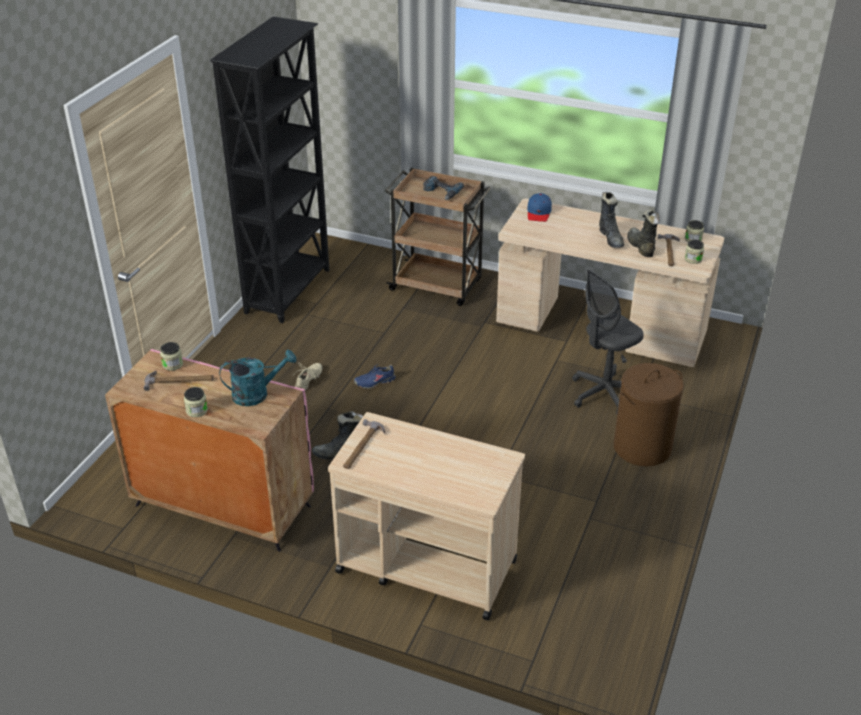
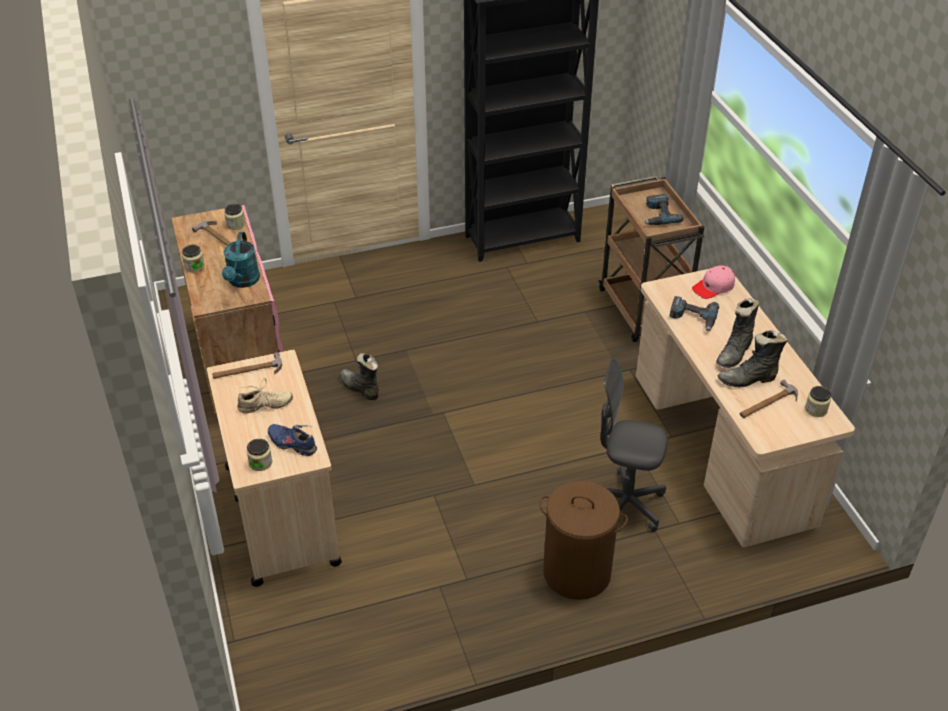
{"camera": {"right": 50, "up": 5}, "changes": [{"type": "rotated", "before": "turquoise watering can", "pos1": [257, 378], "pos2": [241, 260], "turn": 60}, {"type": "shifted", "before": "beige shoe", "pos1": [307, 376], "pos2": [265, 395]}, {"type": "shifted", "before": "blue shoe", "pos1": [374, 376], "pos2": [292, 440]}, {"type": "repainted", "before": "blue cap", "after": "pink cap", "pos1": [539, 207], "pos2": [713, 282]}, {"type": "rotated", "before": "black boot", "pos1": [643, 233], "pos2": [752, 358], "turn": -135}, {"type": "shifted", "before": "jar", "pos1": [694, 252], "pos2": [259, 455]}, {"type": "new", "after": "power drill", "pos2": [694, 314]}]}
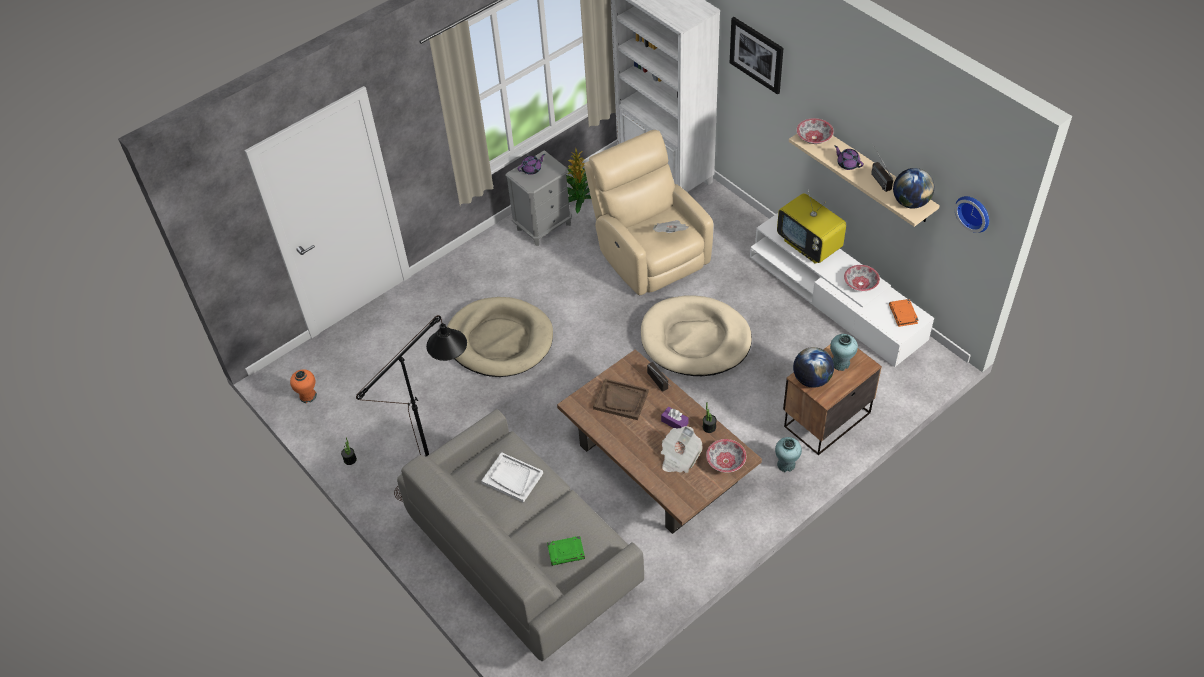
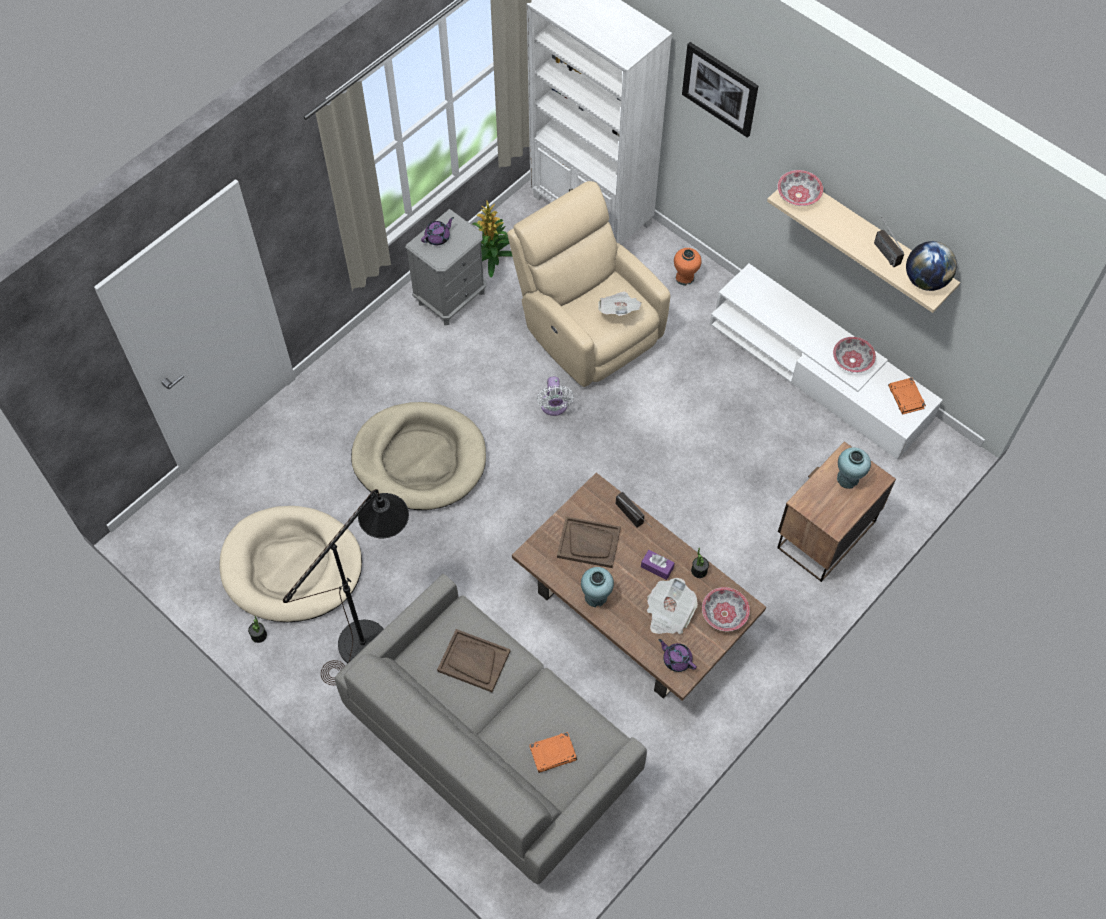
{"camera": {"right": -10, "up": 10}, "changes": [{"type": "shifted", "before": "orange vase", "pos1": [303, 386], "pos2": [687, 267]}, {"type": "repainted", "before": "white tray", "after": "brown tray", "pos1": [512, 477], "pos2": [473, 660]}, {"type": "repainted", "before": "green book", "after": "orange book", "pos1": [566, 551], "pos2": [553, 752]}, {"type": "shifted", "before": "beige dog bed", "pos1": [696, 335], "pos2": [291, 564]}, {"type": "shifted", "before": "turquoise vase", "pos1": [788, 454], "pos2": [597, 587]}, {"type": "gone", "before": "television", "pos1": [811, 226]}, {"type": "gone", "before": "globe", "pos1": [813, 367]}, {"type": "shifted", "before": "purple teapot", "pos1": [848, 157], "pos2": [678, 655]}, {"type": "gone", "before": "wall clock", "pos1": [972, 214]}, {"type": "new", "after": "white fan", "pos2": [555, 396]}]}
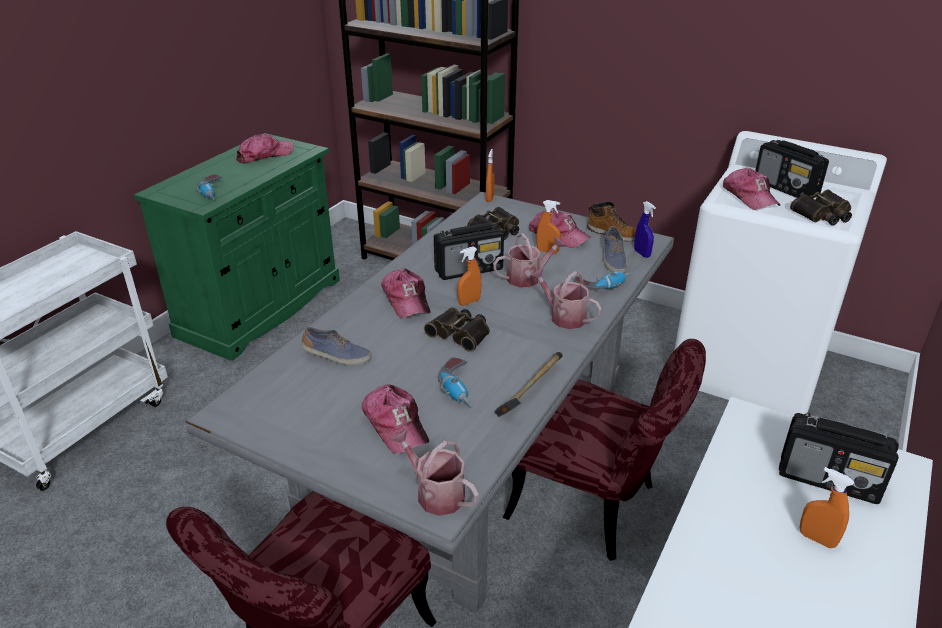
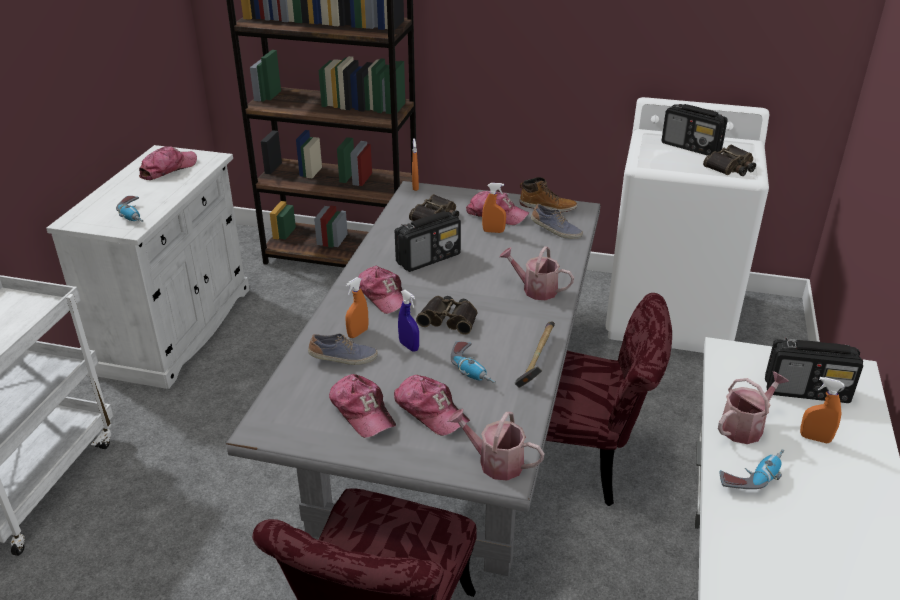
{"camera": {"right": -15, "up": 0}, "changes": [{"type": "repainted", "before": "green cabinet", "after": "white cabinet", "pos1": [237, 247], "pos2": [147, 267]}, {"type": "shifted", "before": "orange spray bottle", "pos1": [469, 276], "pos2": [356, 307]}, {"type": "shifted", "before": "watering can", "pos1": [529, 261], "pos2": [753, 407]}, {"type": "shifted", "before": "power drill", "pos1": [602, 280], "pos2": [752, 469]}, {"type": "rotated", "before": "shoe", "pos1": [615, 249], "pos2": [557, 221], "turn": -45}, {"type": "shifted", "before": "blue spray bottle", "pos1": [645, 229], "pos2": [408, 321]}, {"type": "shifted", "before": "cap", "pos1": [751, 189], "pos2": [362, 406]}]}
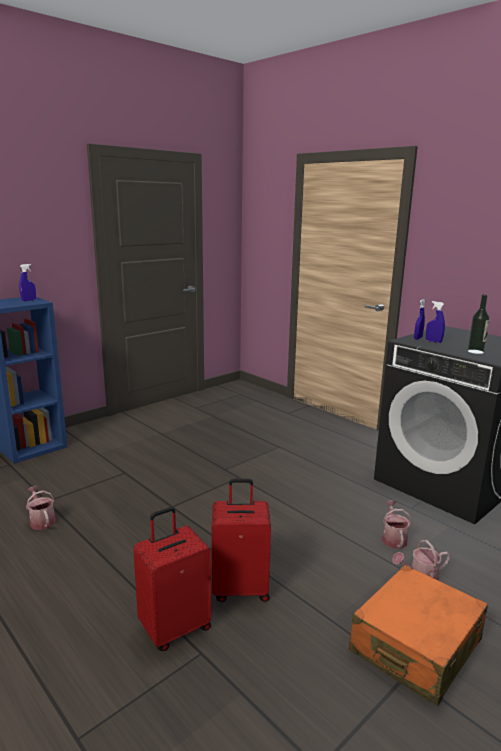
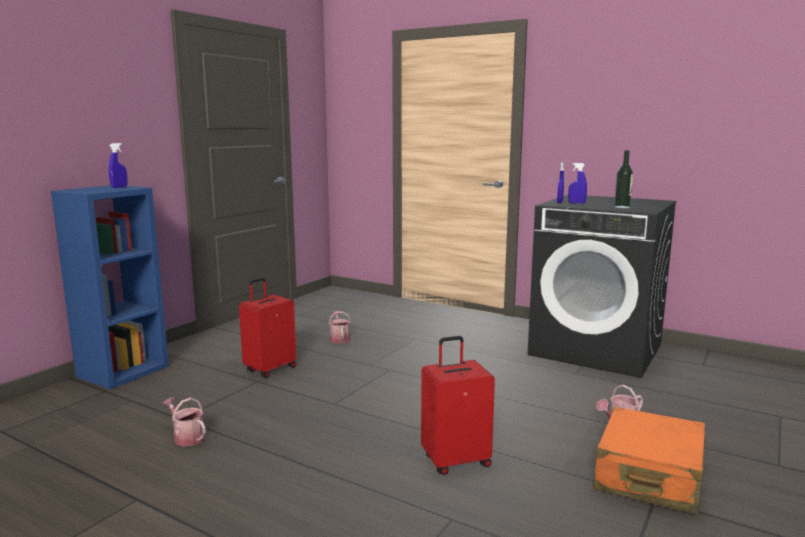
{"camera": {"right": -15, "up": -5}, "changes": [{"type": "shifted", "before": "red suitcase", "pos1": [172, 579], "pos2": [267, 327]}, {"type": "shifted", "before": "watering can", "pos1": [396, 525], "pos2": [340, 327]}]}
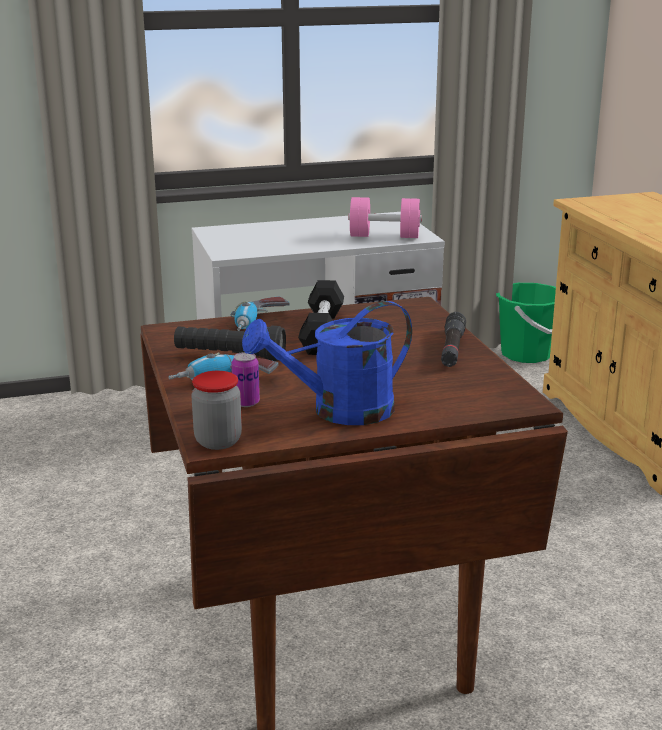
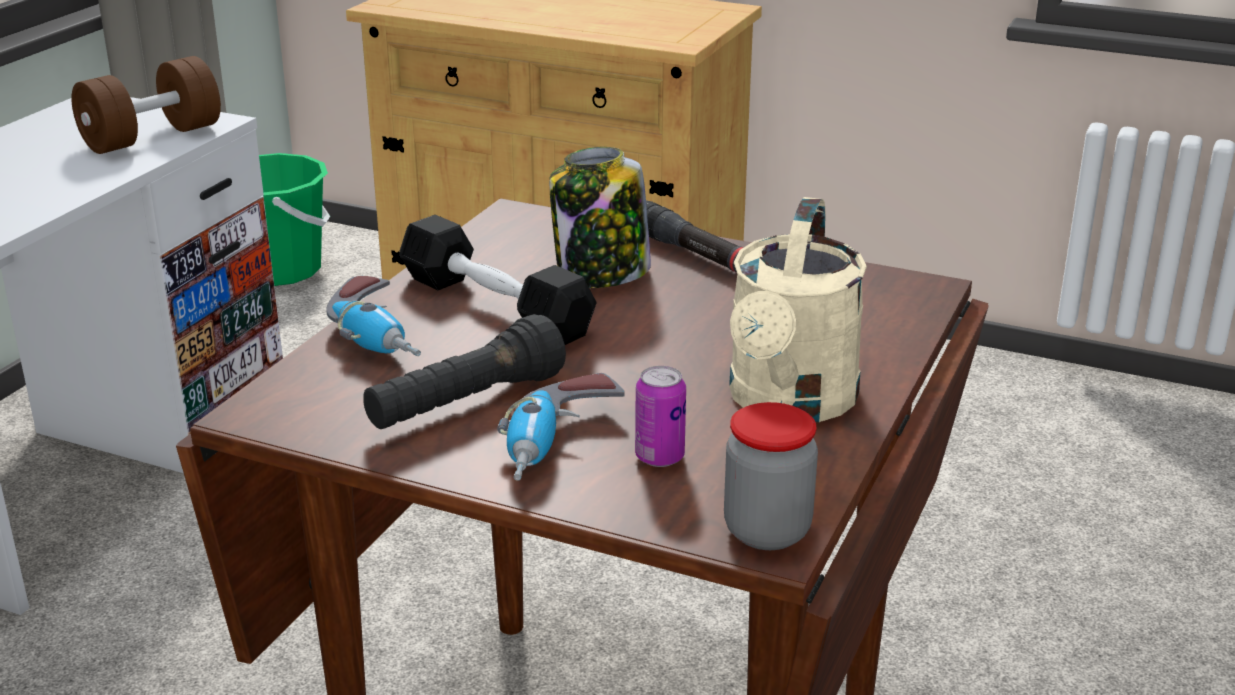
{"camera": {"right": -50, "up": 5}, "changes": [{"type": "repainted", "before": "blue watering can", "after": "beige watering can", "pos1": [327, 363], "pos2": [798, 309]}, {"type": "repainted", "before": "pink dumbbell", "after": "brown dumbbell", "pos1": [385, 217], "pos2": [146, 105]}, {"type": "new", "after": "jar", "pos2": [600, 217]}]}
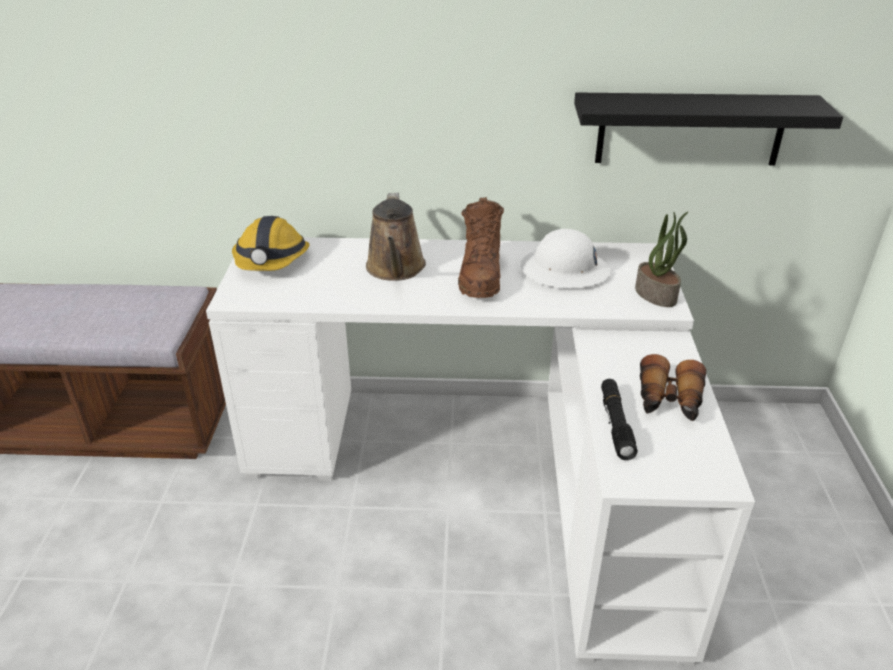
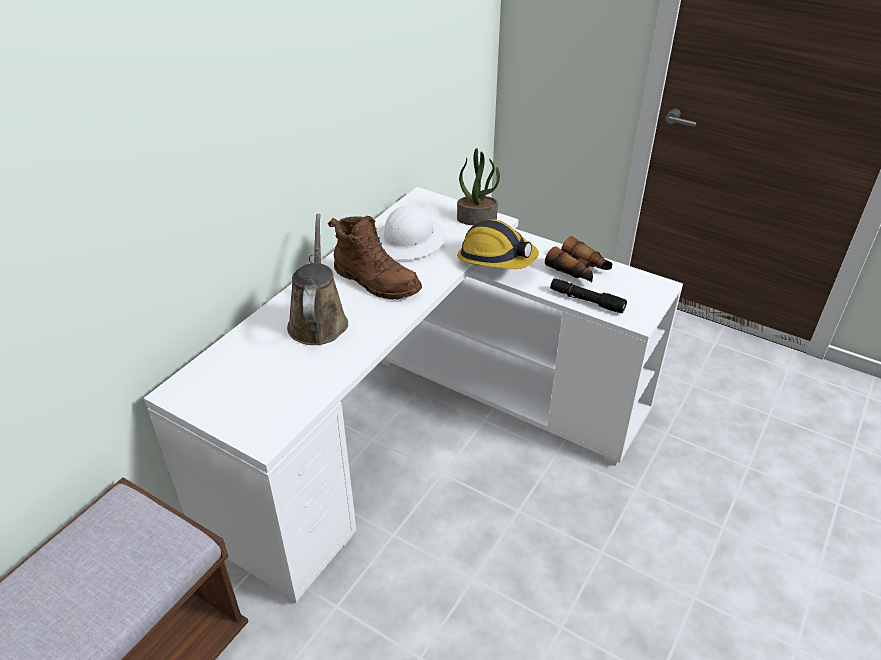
{"camera": {"right": -60, "up": 5}, "changes": [{"type": "shifted", "before": "hard hat", "pos1": [271, 243], "pos2": [498, 244]}, {"type": "rotated", "before": "brown watering can", "pos1": [396, 237], "pos2": [317, 279], "turn": -120}, {"type": "gone", "before": "black shelf", "pos1": [708, 129]}]}
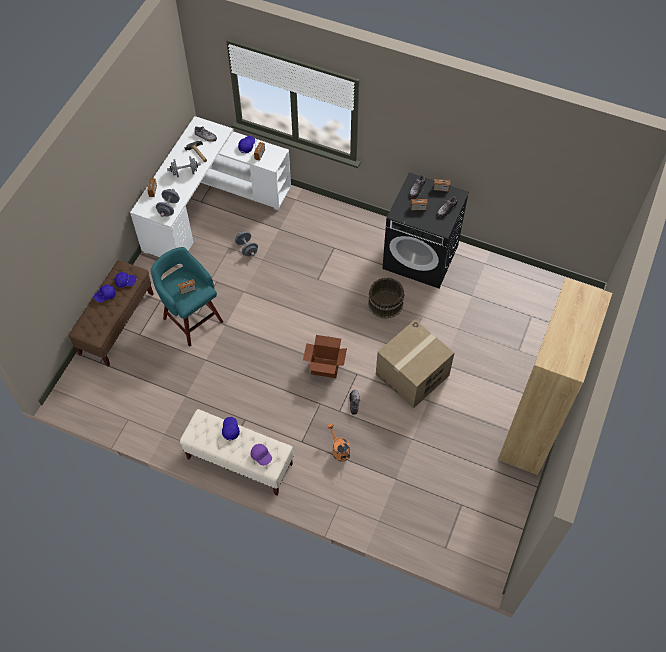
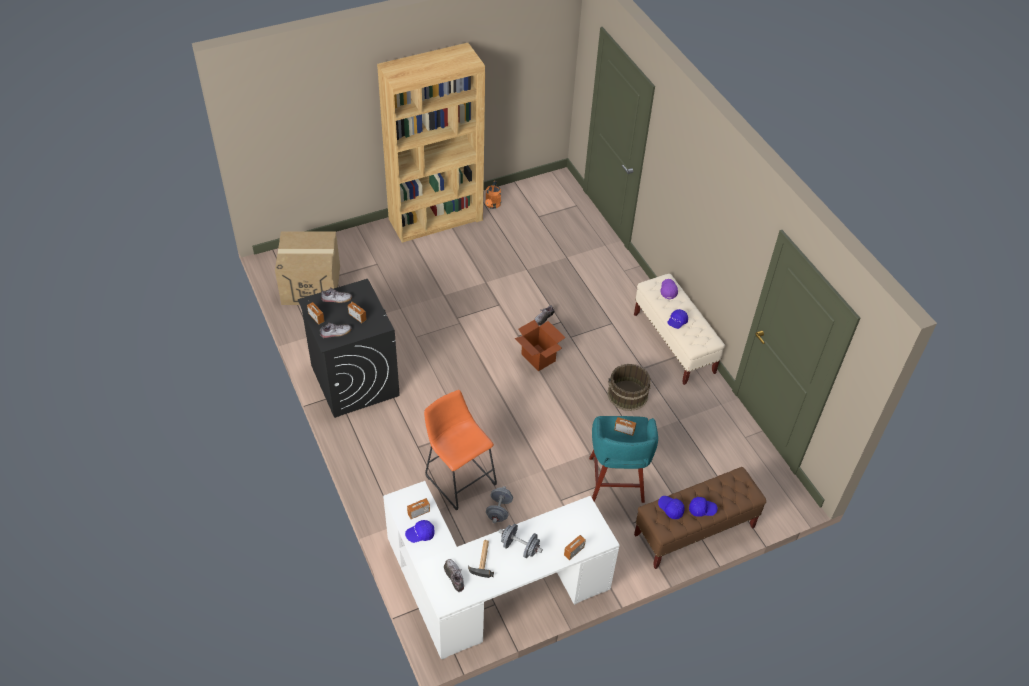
{"camera": {"right": -140, "up": -10}, "changes": [{"type": "gone", "before": "grey dumbbell", "pos1": [168, 203]}, {"type": "shifted", "before": "orange watering can", "pos1": [338, 443], "pos2": [493, 195]}, {"type": "shifted", "before": "brown bucket", "pos1": [386, 298], "pos2": [629, 387]}, {"type": "shifted", "before": "cardboard box", "pos1": [415, 364], "pos2": [307, 268]}, {"type": "new", "after": "orange stool", "pos2": [460, 450]}]}
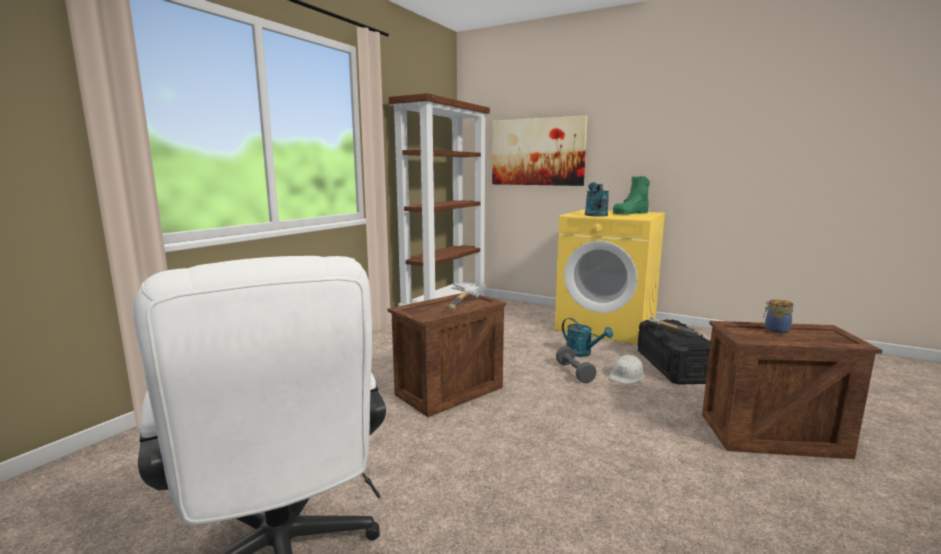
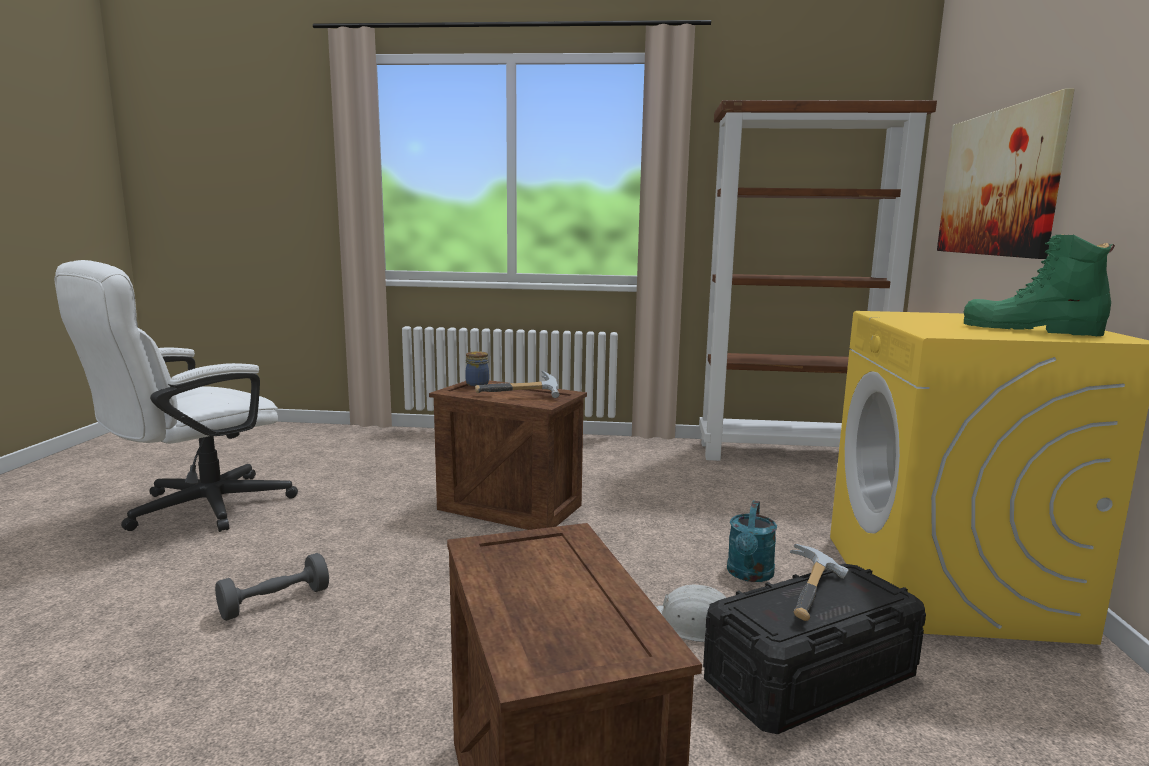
{"camera": {"right": 65, "up": 0}, "changes": [{"type": "shifted", "before": "grey dumbbell", "pos1": [576, 364], "pos2": [272, 587]}, {"type": "gone", "before": "turquoise watering can", "pos1": [597, 199]}, {"type": "shifted", "before": "jar", "pos1": [778, 317], "pos2": [477, 368]}]}
